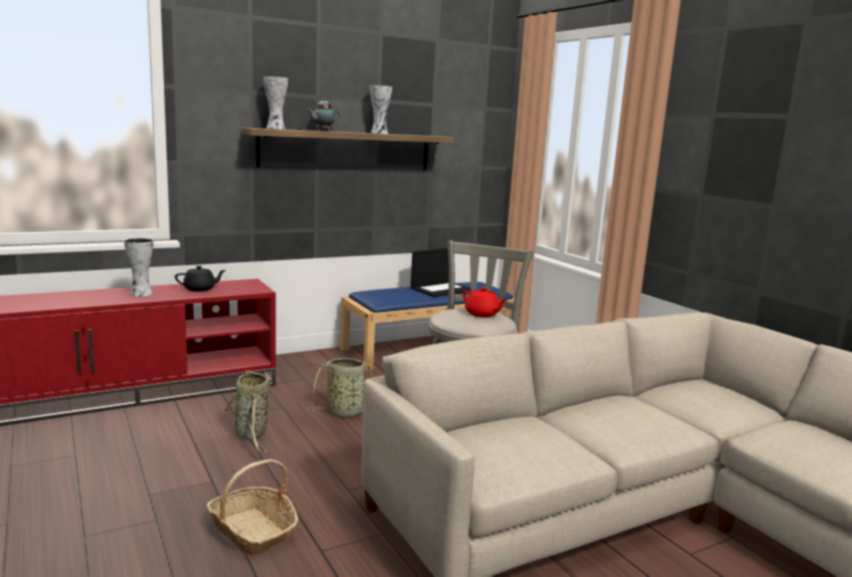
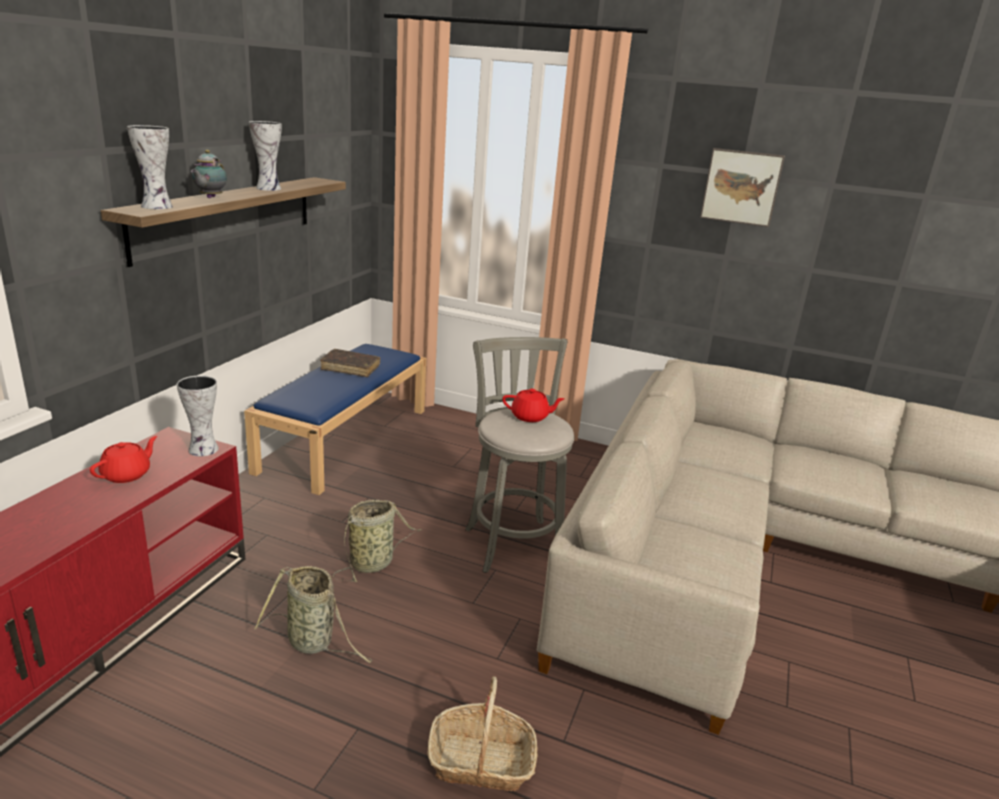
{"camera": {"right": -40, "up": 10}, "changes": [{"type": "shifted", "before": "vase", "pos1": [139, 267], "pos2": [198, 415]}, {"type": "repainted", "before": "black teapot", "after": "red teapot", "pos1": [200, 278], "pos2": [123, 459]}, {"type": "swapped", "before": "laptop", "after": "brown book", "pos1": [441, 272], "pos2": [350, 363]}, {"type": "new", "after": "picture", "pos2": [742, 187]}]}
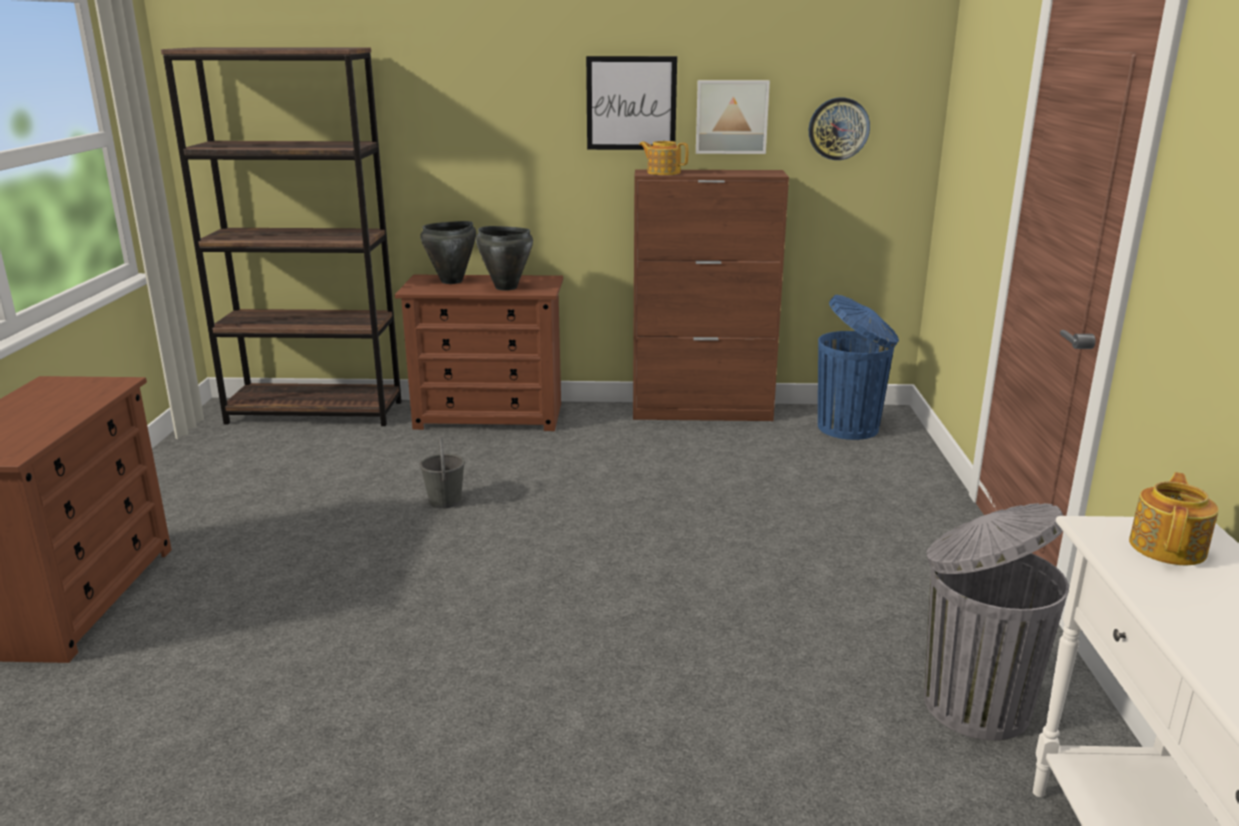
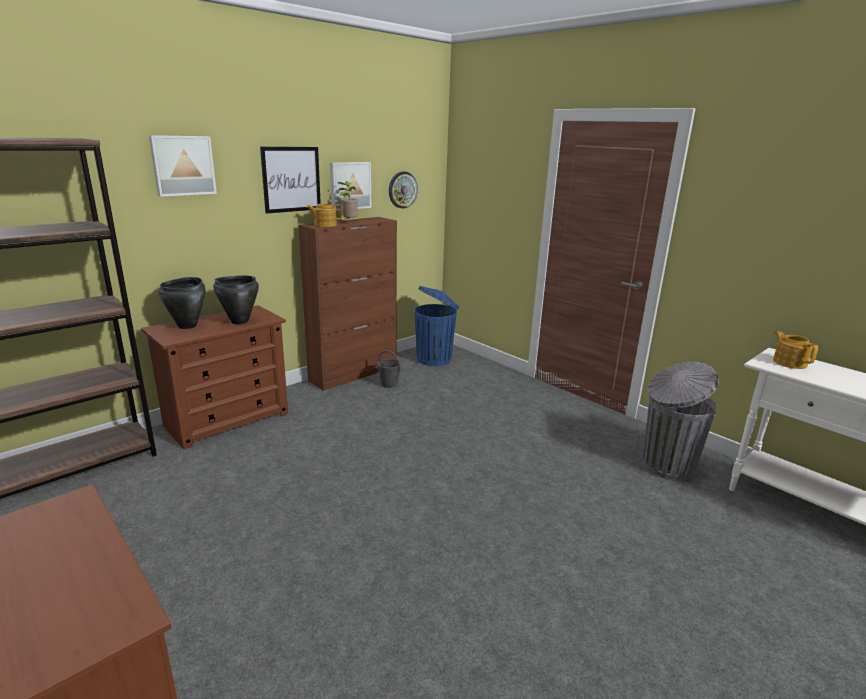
{"camera": {"right": -45, "up": 0}, "changes": [{"type": "shifted", "before": "grey bucket", "pos1": [442, 473], "pos2": [389, 369]}, {"type": "new", "after": "picture", "pos2": [183, 166]}, {"type": "new", "after": "potted plant", "pos2": [348, 200]}]}
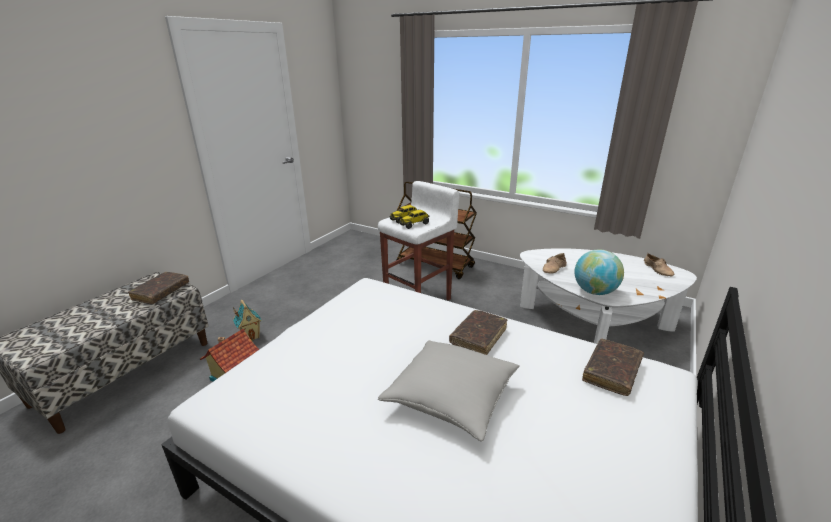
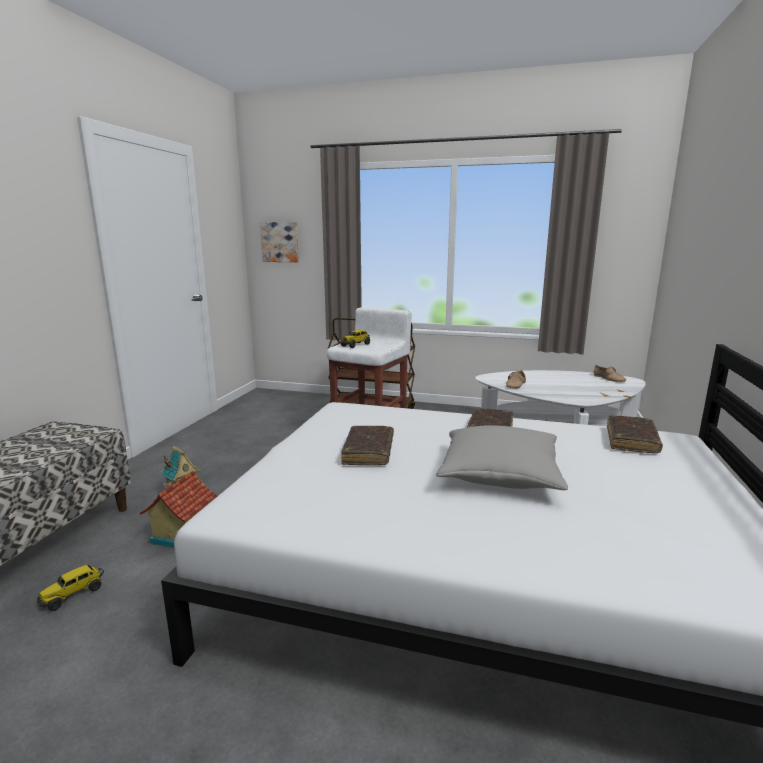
{"camera": {"right": -15, "up": -10}, "changes": [{"type": "shifted", "before": "brown book", "pos1": [158, 288], "pos2": [367, 445]}, {"type": "shifted", "before": "toy truck", "pos1": [414, 219], "pos2": [70, 588]}, {"type": "gone", "before": "globe", "pos1": [599, 272]}, {"type": "new", "after": "picture", "pos2": [279, 242]}]}
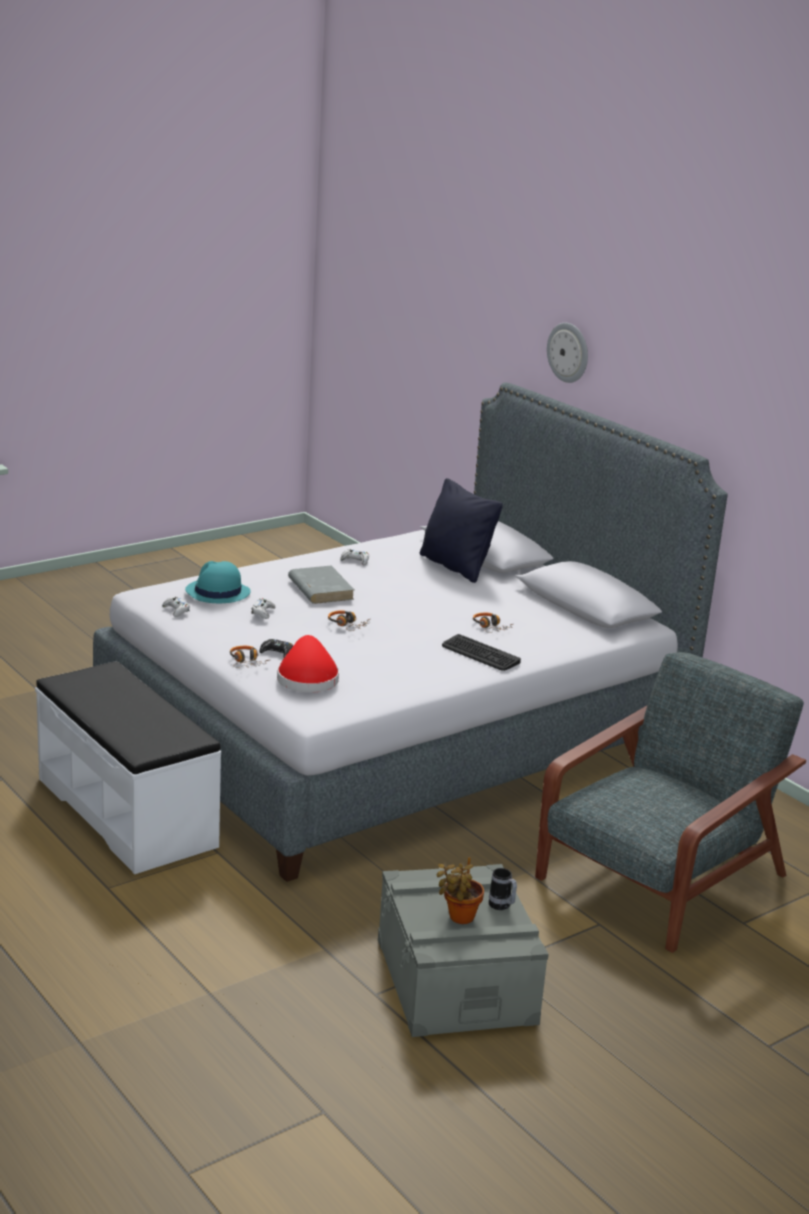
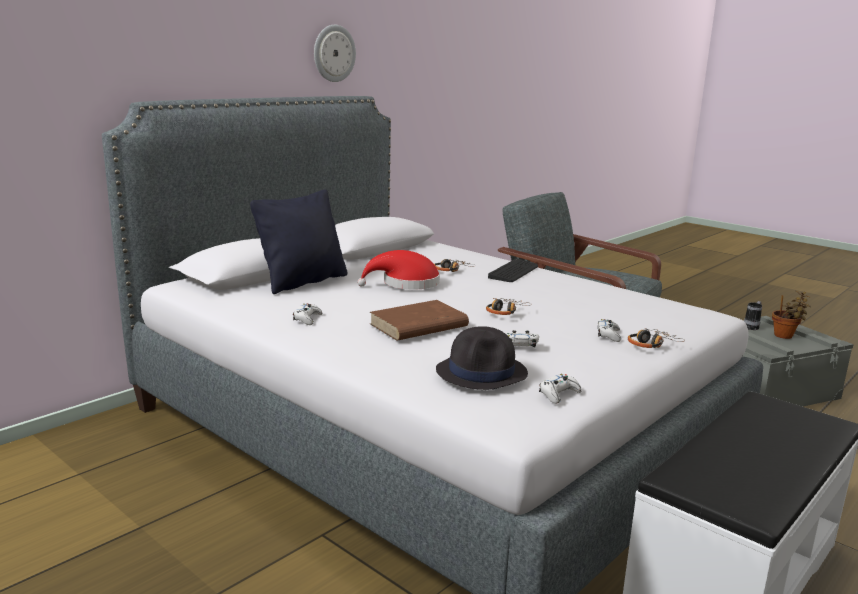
{"camera": {"right": -100, "up": -5}, "changes": [{"type": "repainted", "before": "turquoise hat", "after": "black hat", "pos1": [218, 582], "pos2": [482, 358]}, {"type": "repainted", "before": "black game controller", "after": "white game controller", "pos1": [276, 648], "pos2": [609, 330]}, {"type": "shifted", "before": "red hat", "pos1": [308, 664], "pos2": [398, 270]}, {"type": "repainted", "before": "grey book", "after": "brown book", "pos1": [321, 585], "pos2": [419, 320]}, {"type": "shifted", "before": "wall clock", "pos1": [567, 353], "pos2": [335, 53]}]}
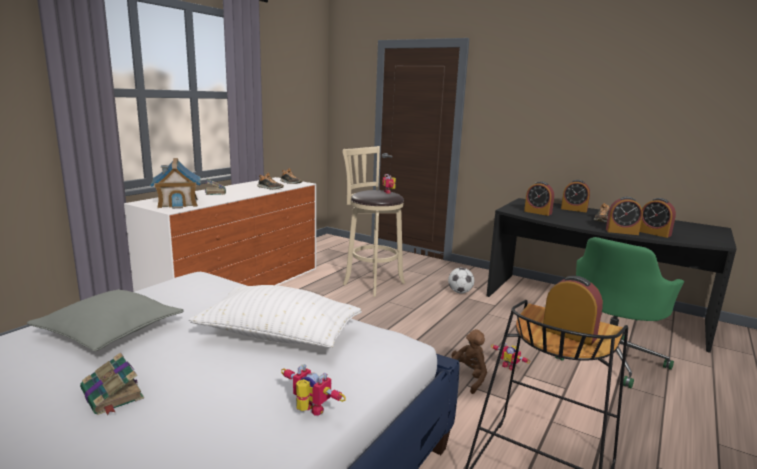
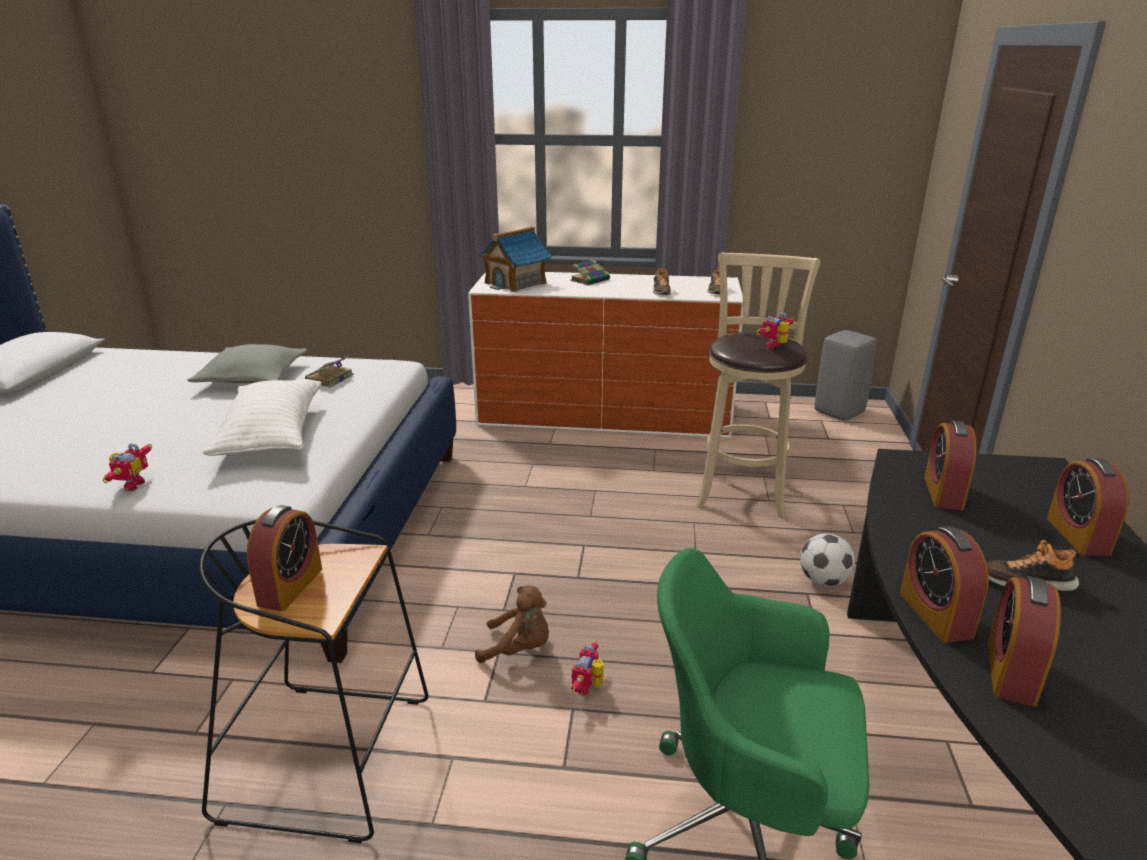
{"camera": {"right": 65, "up": 10}, "changes": [{"type": "shifted", "before": "book", "pos1": [112, 383], "pos2": [329, 371]}, {"type": "new", "after": "grey stool", "pos2": [845, 375]}]}
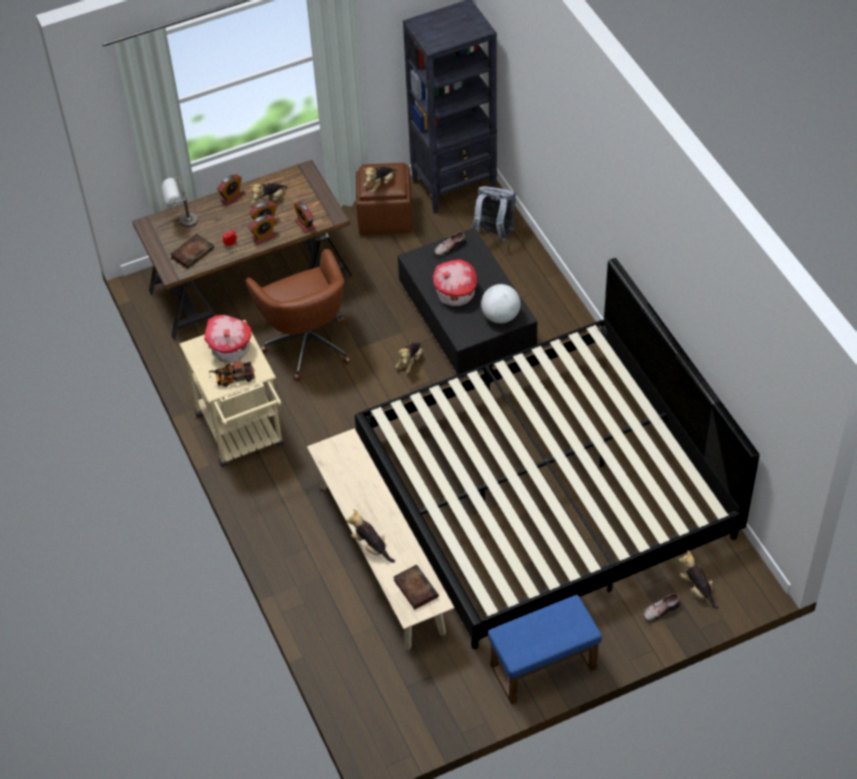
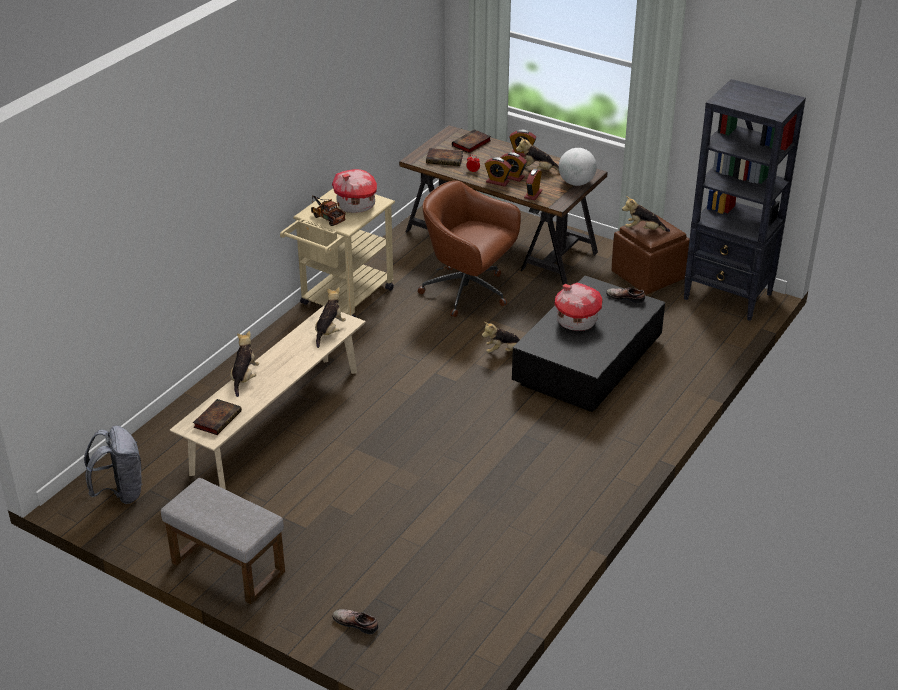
{"camera": {"right": 55, "up": -15}, "changes": [{"type": "swapped", "before": "grey table lamp", "after": "book", "pos1": [180, 202], "pos2": [471, 141]}, {"type": "rotated", "before": "brown office chair", "pos1": [298, 315], "pos2": [469, 248], "turn": 90}, {"type": "gone", "before": "bed", "pos1": [557, 453]}, {"type": "shifted", "before": "grey backpack", "pos1": [494, 214], "pos2": [113, 464]}, {"type": "shifted", "before": "globe", "pos1": [501, 303], "pos2": [578, 167]}, {"type": "repainted", "before": "blue ottoman", "after": "grey ottoman", "pos1": [545, 650], "pos2": [223, 541]}, {"type": "shifted", "before": "plush toy", "pos1": [698, 579], "pos2": [330, 317]}]}
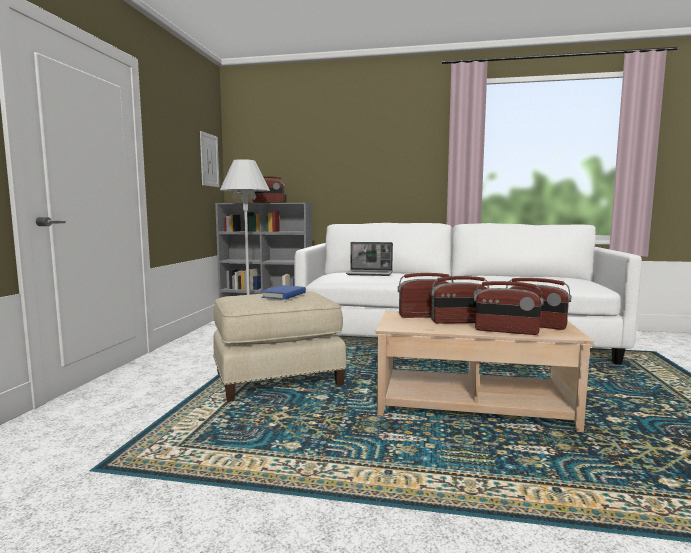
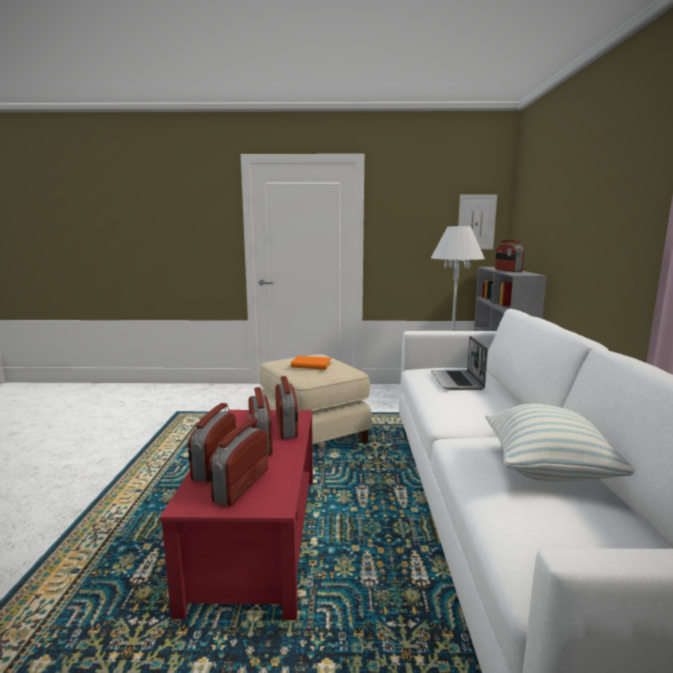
{"camera": {"right": 80, "up": 5}, "changes": [{"type": "repainted", "before": "blue book", "after": "orange book", "pos1": [283, 292], "pos2": [311, 363]}, {"type": "repainted", "before": "beige coffee table", "after": "red coffee table", "pos1": [485, 371], "pos2": [236, 515]}, {"type": "new", "after": "pillow", "pos2": [560, 442]}]}
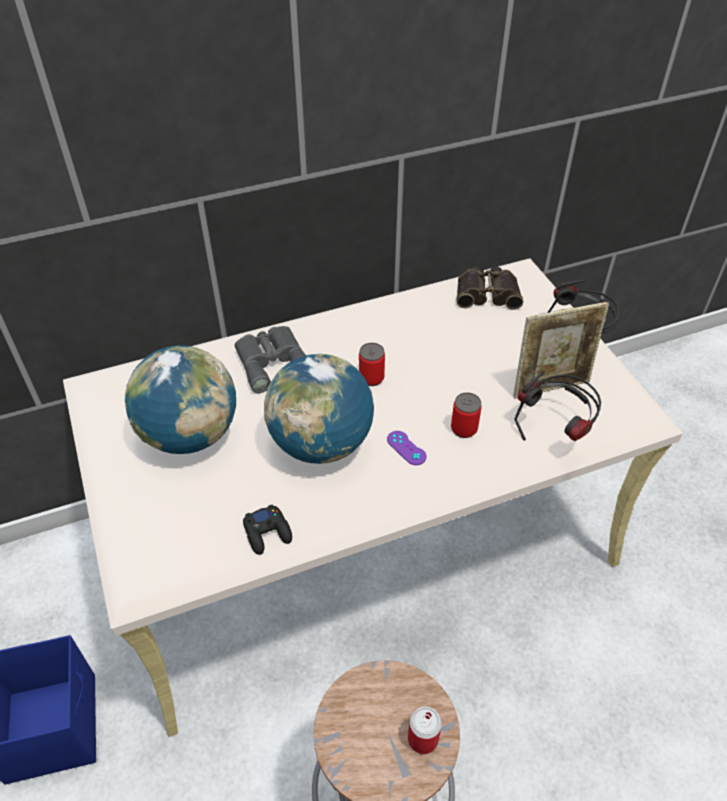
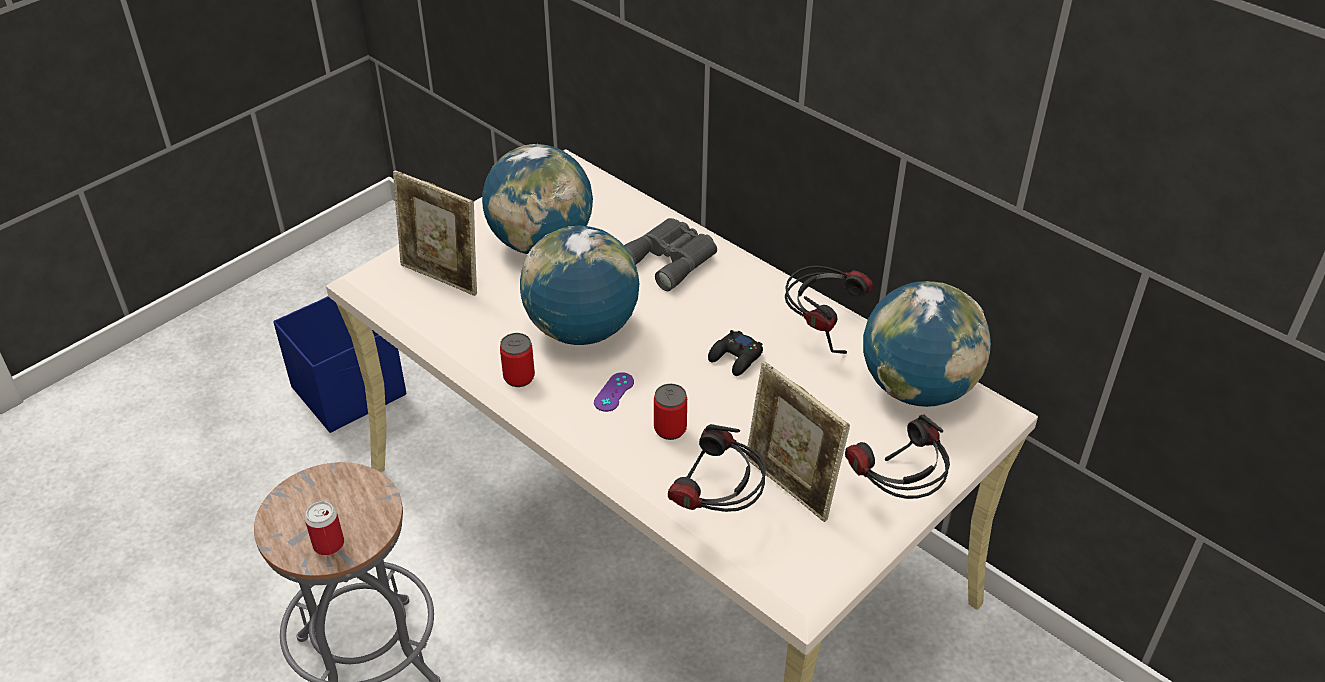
{"camera": {"right": 65, "up": -5}, "changes": [{"type": "shifted", "before": "black game controller", "pos1": [267, 530], "pos2": [735, 353]}, {"type": "shifted", "before": "can", "pos1": [372, 364], "pos2": [517, 360]}, {"type": "swapped", "before": "binoculars", "after": "globe", "pos1": [490, 288], "pos2": [927, 344]}, {"type": "new", "after": "picture frame", "pos2": [435, 233]}, {"type": "new", "after": "headphones", "pos2": [829, 310]}]}
